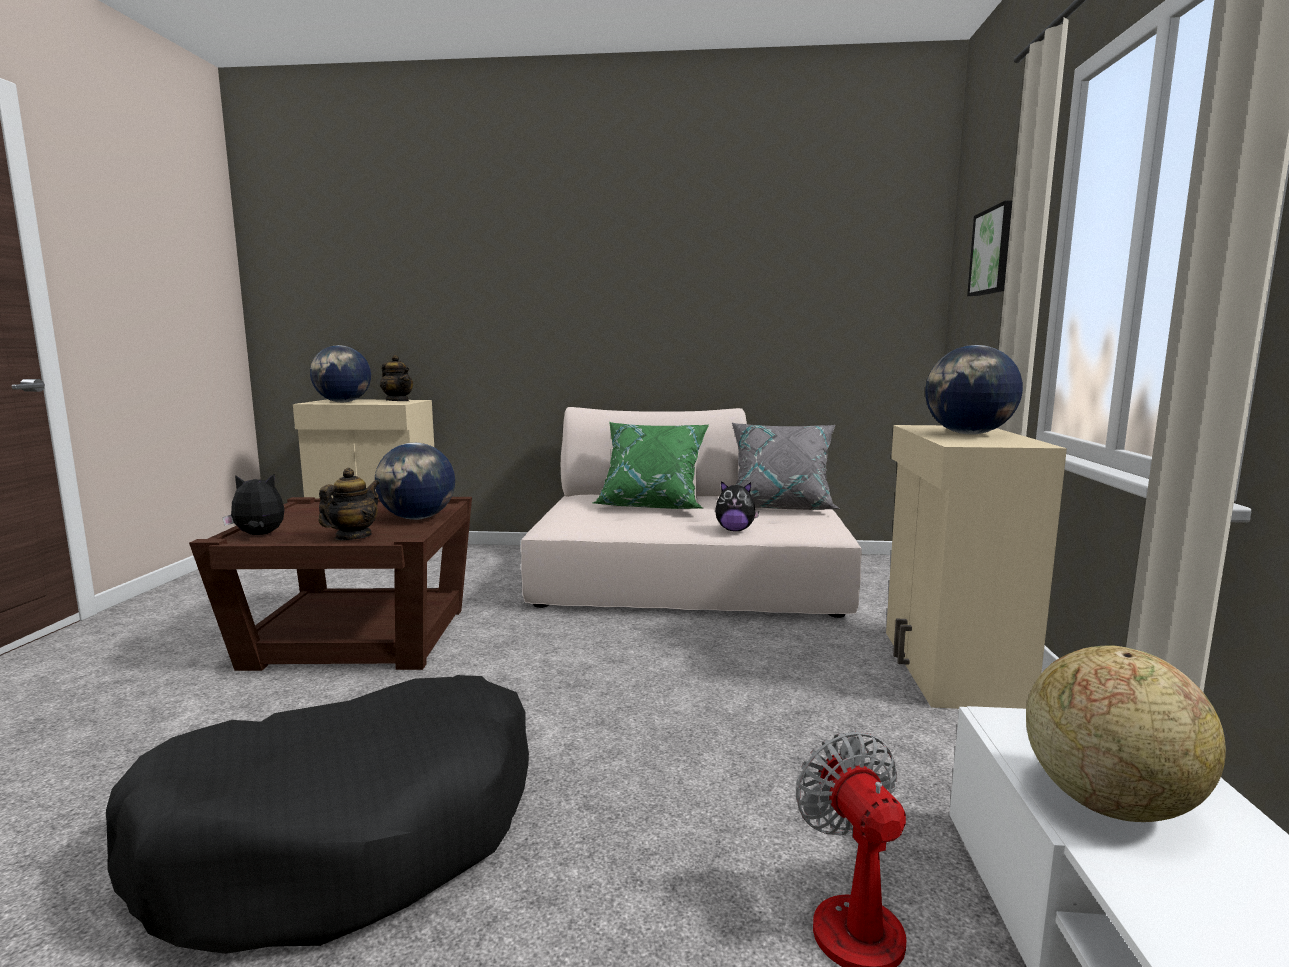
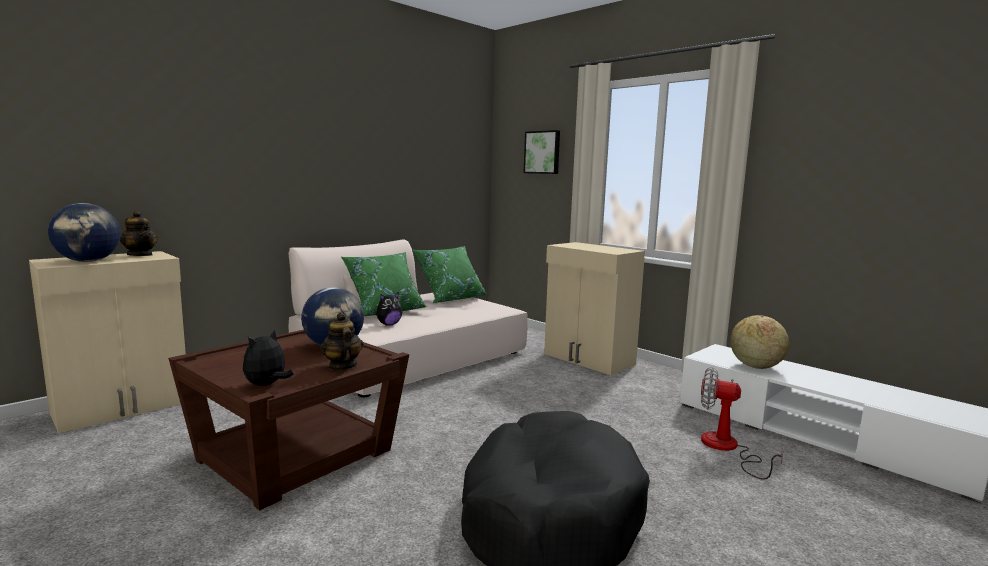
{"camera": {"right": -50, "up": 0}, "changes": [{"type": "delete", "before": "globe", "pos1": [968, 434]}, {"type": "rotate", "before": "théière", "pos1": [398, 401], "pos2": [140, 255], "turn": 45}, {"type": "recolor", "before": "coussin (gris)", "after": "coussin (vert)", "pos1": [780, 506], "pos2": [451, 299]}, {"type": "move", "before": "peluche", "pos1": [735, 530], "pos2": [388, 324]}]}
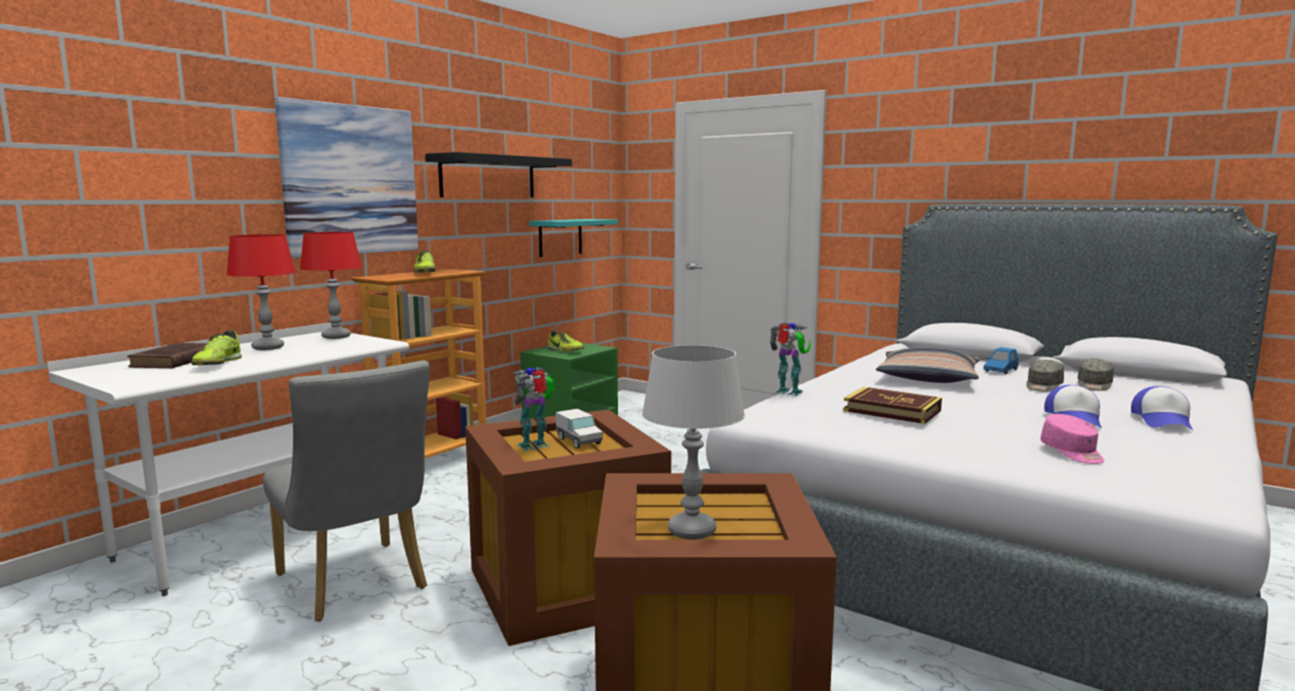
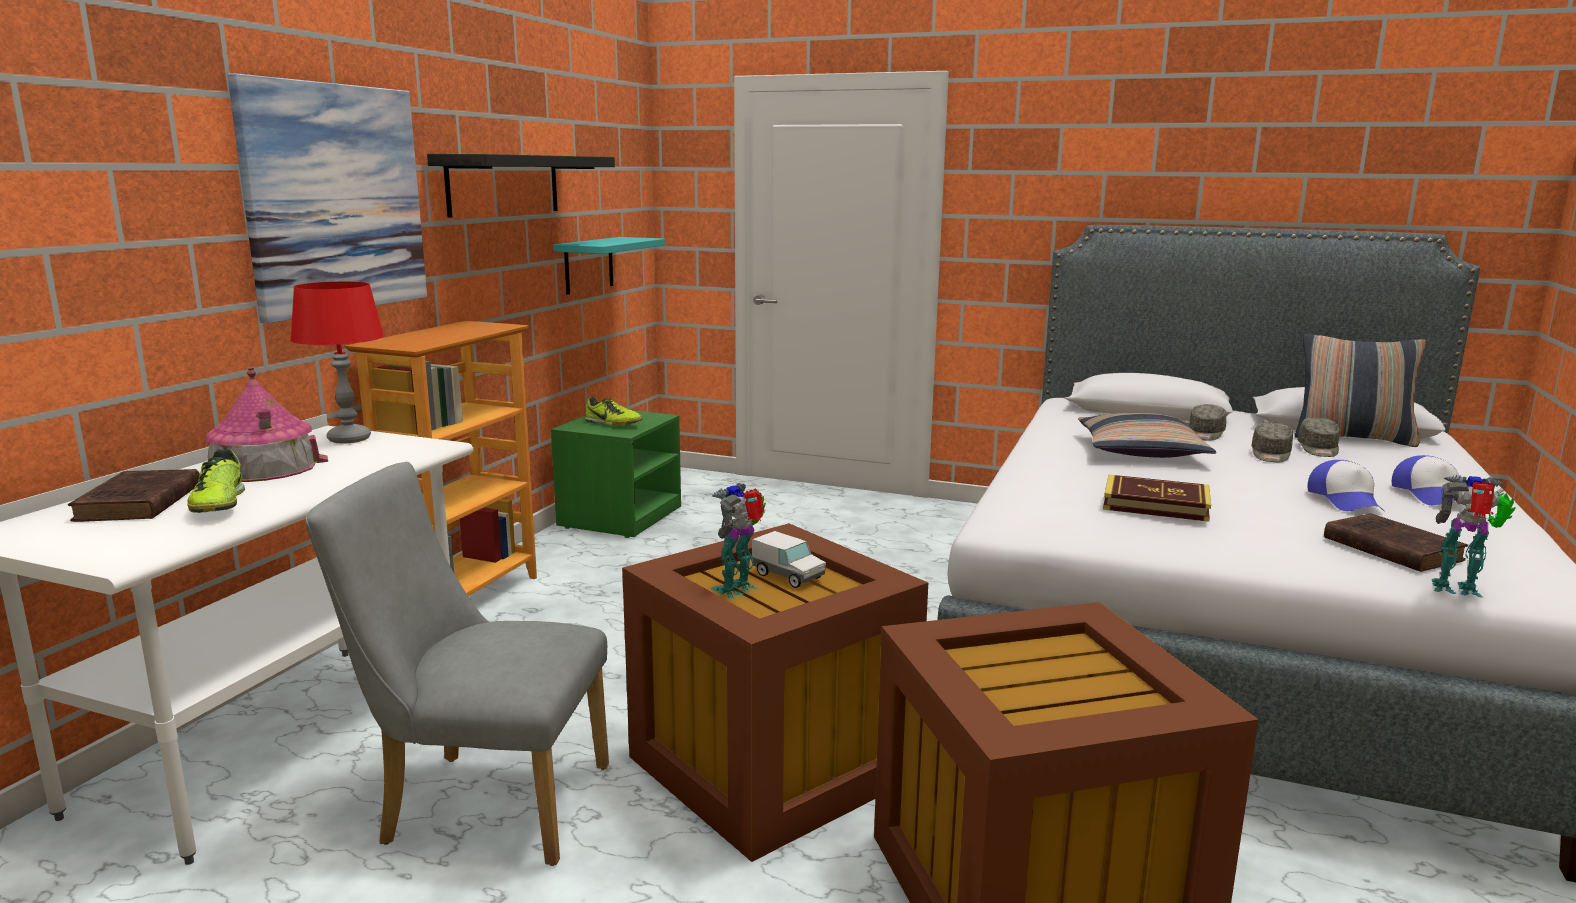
{"camera": {"right": -15, "up": 5}, "changes": [{"type": "replace", "before": "lampe de table (rouge)", "after": "maison miniature", "pos1": [268, 347], "pos2": [264, 466]}, {"type": "delete", "before": "chaussure", "pos1": [425, 273]}, {"type": "move", "before": "robot jouet", "pos1": [789, 393], "pos2": [1458, 590]}, {"type": "delete", "before": "lampe de table (gris)", "pos1": [691, 531]}, {"type": "replace", "before": "petite voiture (bleu)", "after": "casquette (gris)", "pos1": [1000, 370], "pos2": [1205, 434]}, {"type": "rotate", "before": "chaise (gris)", "pos1": [356, 585], "pos2": [482, 804], "turn": 150}, {"type": "replace", "before": "casquette (rose)", "after": "livre (marron)", "pos1": [1072, 453], "pos2": [1389, 548]}, {"type": "insert", "after": "coussin", "pos2": [1352, 438]}]}
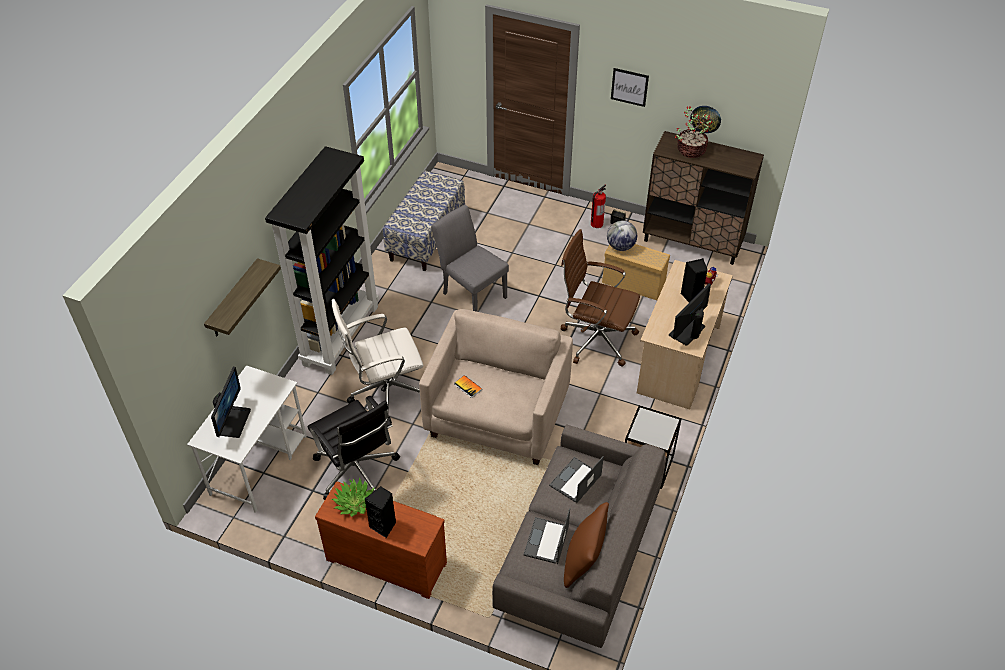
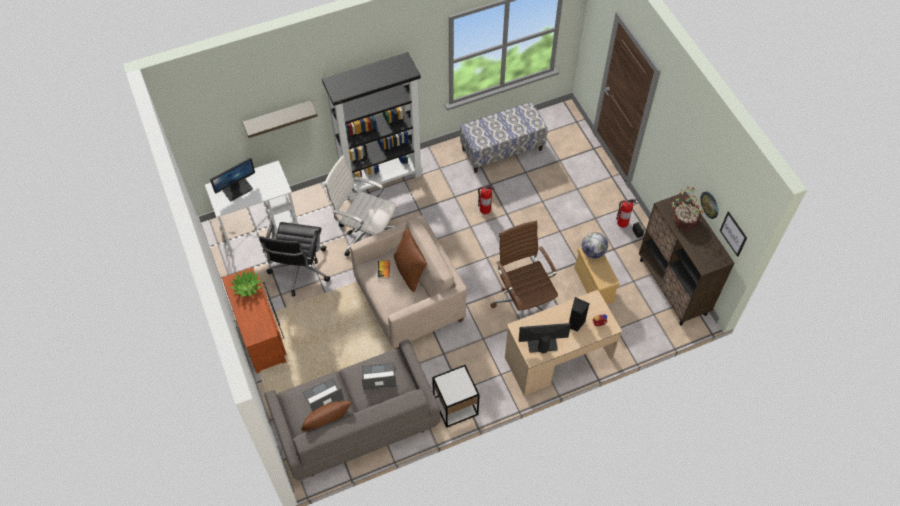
{"camera": {"right": 45, "up": 10}, "changes": [{"type": "move", "before": "tableau", "pos1": [629, 87], "pos2": [733, 234]}, {"type": "replace", "before": "chaise (gris)", "after": "extincteur", "pos1": [471, 293], "pos2": [485, 209]}, {"type": "delete", "before": "enceinte (noir)", "pos1": [384, 526]}, {"type": "insert", "after": "coussin (marron)", "pos2": [410, 271]}]}
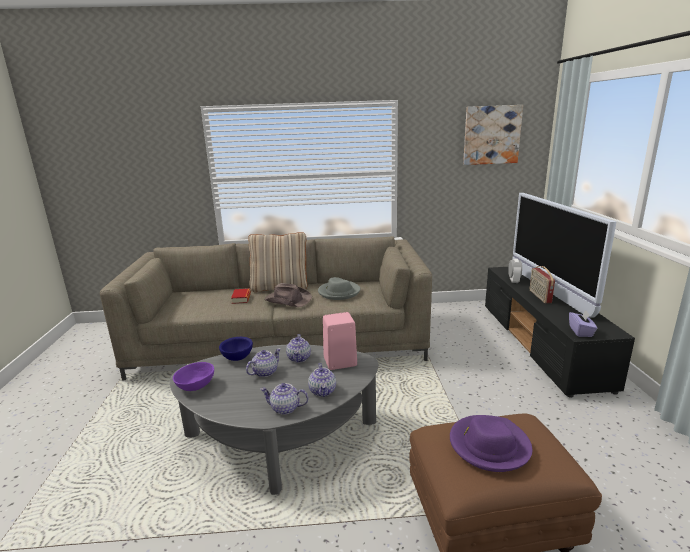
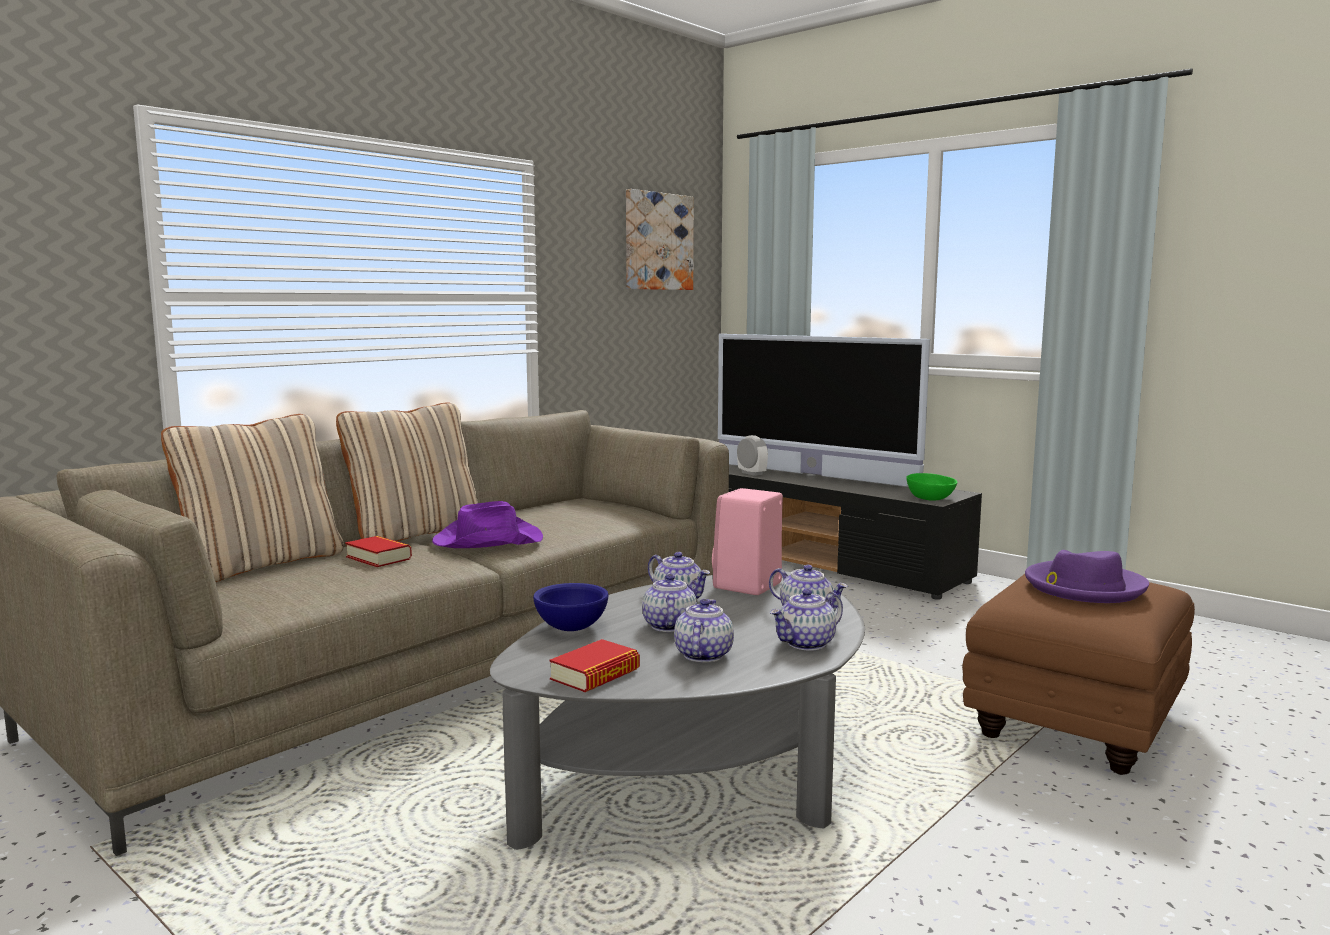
{"camera": {"right": -45, "up": -10}, "changes": [{"type": "delete", "before": "radio", "pos1": [539, 296]}, {"type": "delete", "before": "chapeau (gris)", "pos1": [339, 292]}, {"type": "recolor", "before": "chapeau (marron)", "after": "chapeau (violet)", "pos1": [288, 300], "pos2": [486, 540]}, {"type": "replace", "before": "boîte à mouchoirs (violet)", "after": "bol (vert)", "pos1": [581, 331], "pos2": [929, 498]}, {"type": "replace", "before": "bol (violet)", "after": "livre", "pos1": [196, 386], "pos2": [595, 674]}, {"type": "insert", "after": "coussin (beige)", "pos2": [262, 564]}, {"type": "insert", "after": "théière", "pos2": [702, 655]}]}
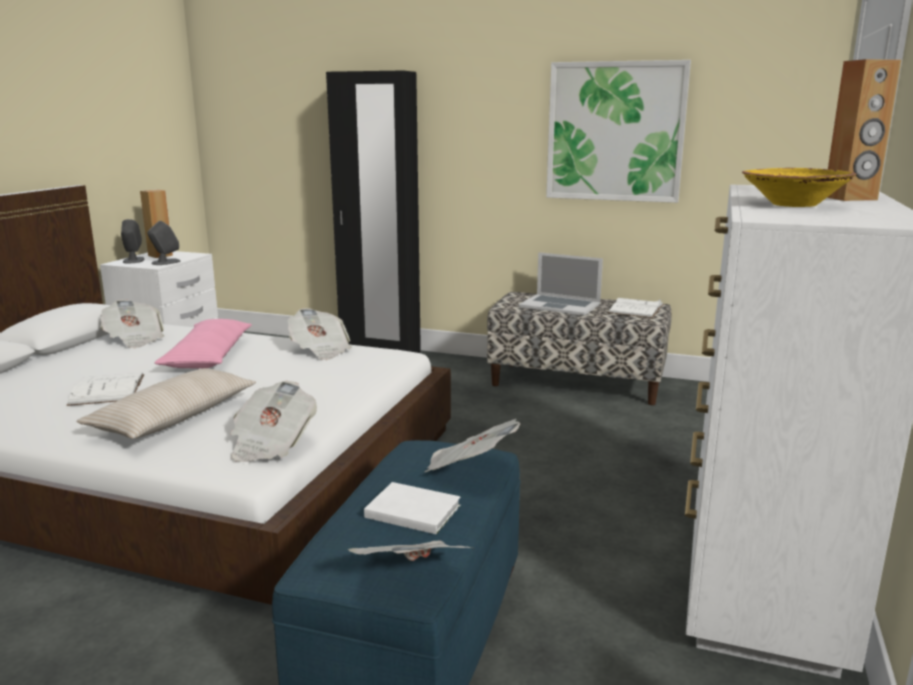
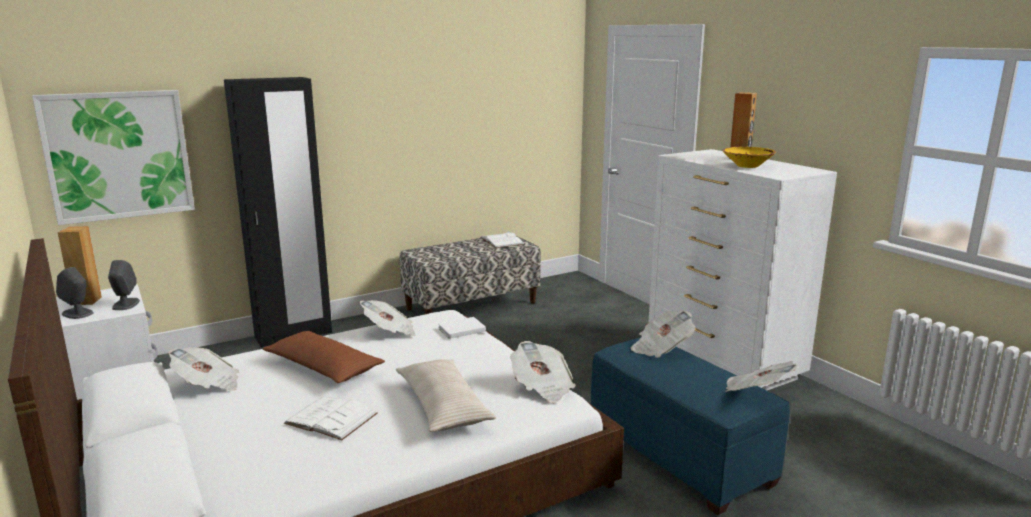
{"camera": {"right": -50, "up": 0}, "changes": [{"type": "move", "before": "tableau", "pos1": [615, 132], "pos2": [118, 155]}, {"type": "delete", "before": "ordinateur portable", "pos1": [560, 305]}, {"type": "recolor", "before": "coussin (rose)", "after": "coussin (marron)", "pos1": [208, 356], "pos2": [323, 368]}, {"type": "move", "before": "livre (blanc)", "pos1": [411, 510], "pos2": [460, 329]}]}
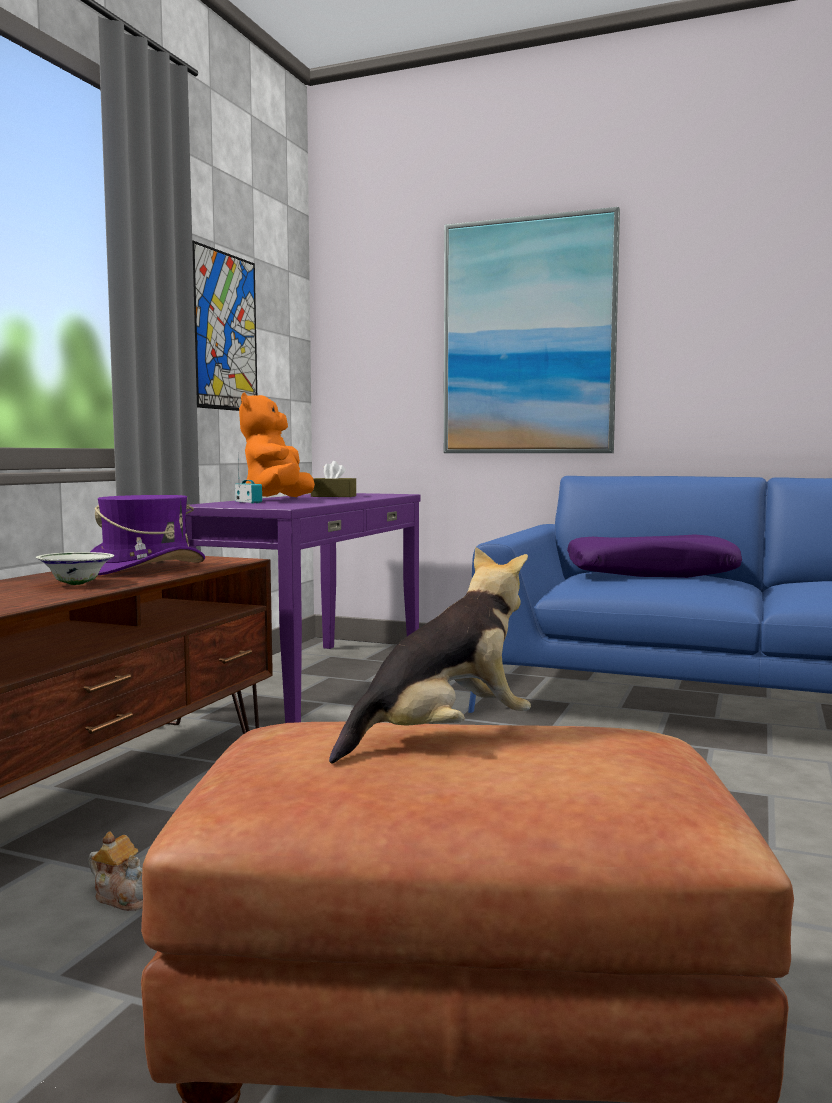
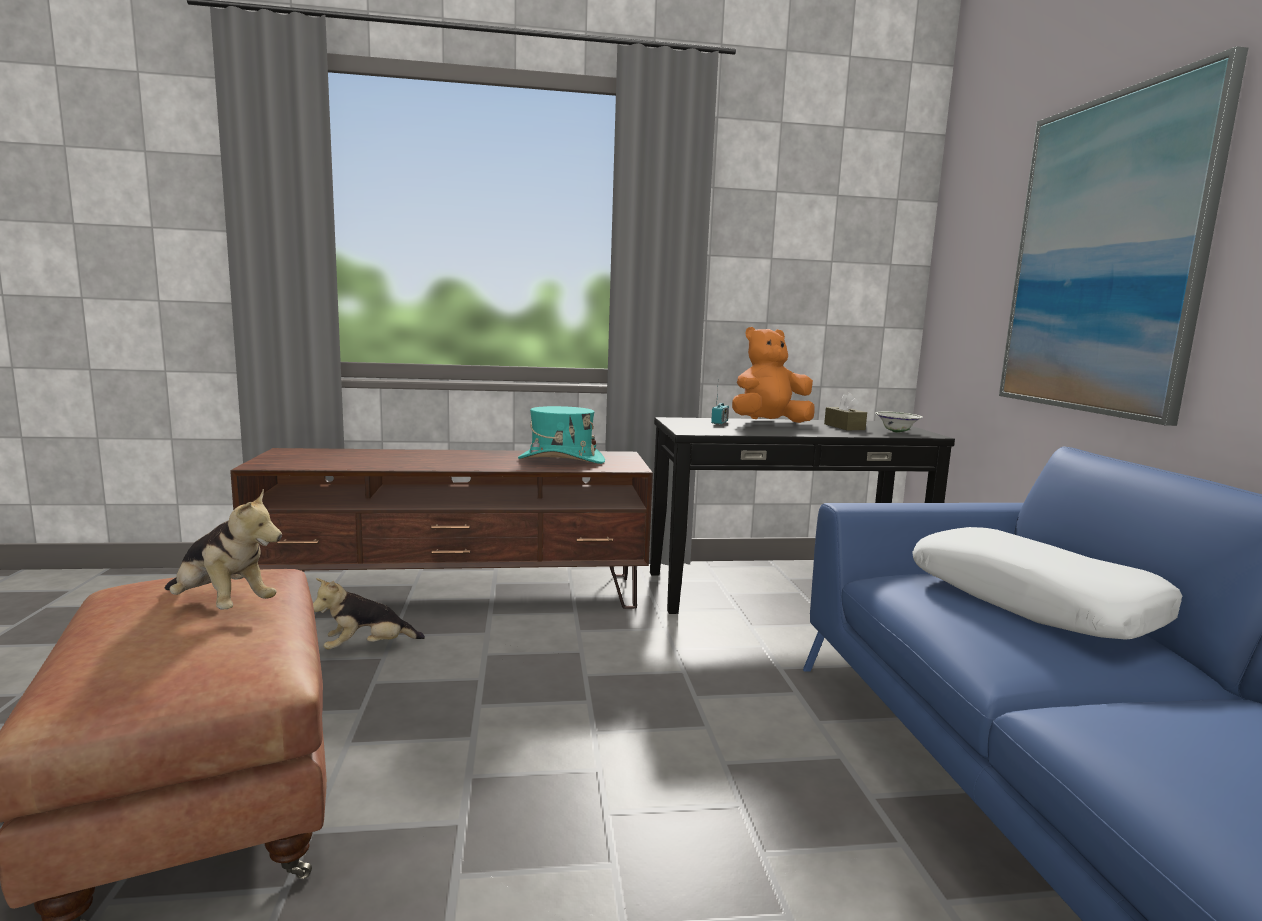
{"camera": {"right": 60, "up": 5}, "changes": [{"type": "delete", "before": "tableau", "pos1": [224, 332]}, {"type": "recolor", "before": "table console (violet)", "after": "table console (noir)", "pos1": [312, 679], "pos2": [783, 589]}, {"type": "recolor", "before": "chapeau (violet)", "after": "chapeau (turquoise)", "pos1": [146, 568], "pos2": [561, 460]}, {"type": "recolor", "before": "coussin (violet)", "after": "coussin (blanc)", "pos1": [651, 573], "pos2": [1033, 601]}, {"type": "move", "before": "bol (blanc)", "pos1": [76, 584], "pos2": [896, 432]}, {"type": "replace", "before": "théière", "after": "peluche", "pos1": [124, 897], "pos2": [367, 648]}]}
